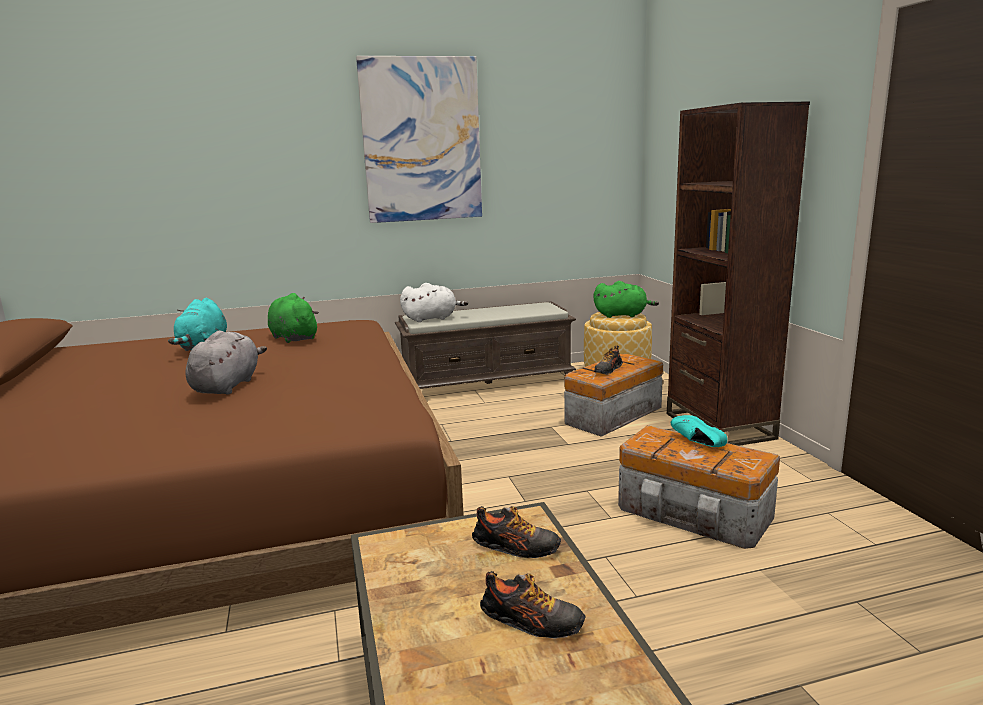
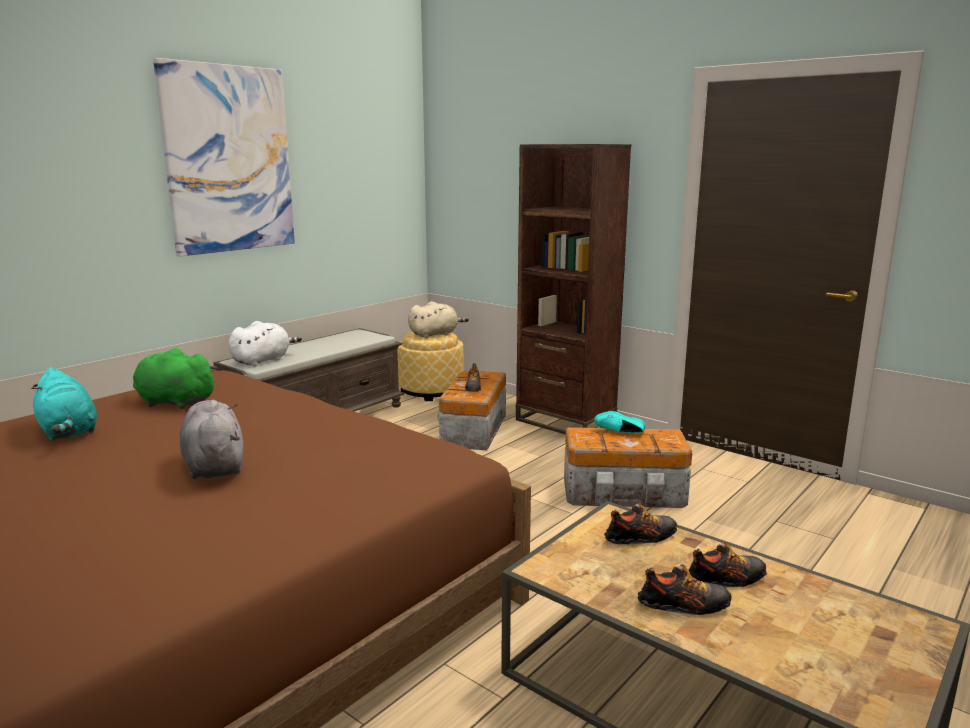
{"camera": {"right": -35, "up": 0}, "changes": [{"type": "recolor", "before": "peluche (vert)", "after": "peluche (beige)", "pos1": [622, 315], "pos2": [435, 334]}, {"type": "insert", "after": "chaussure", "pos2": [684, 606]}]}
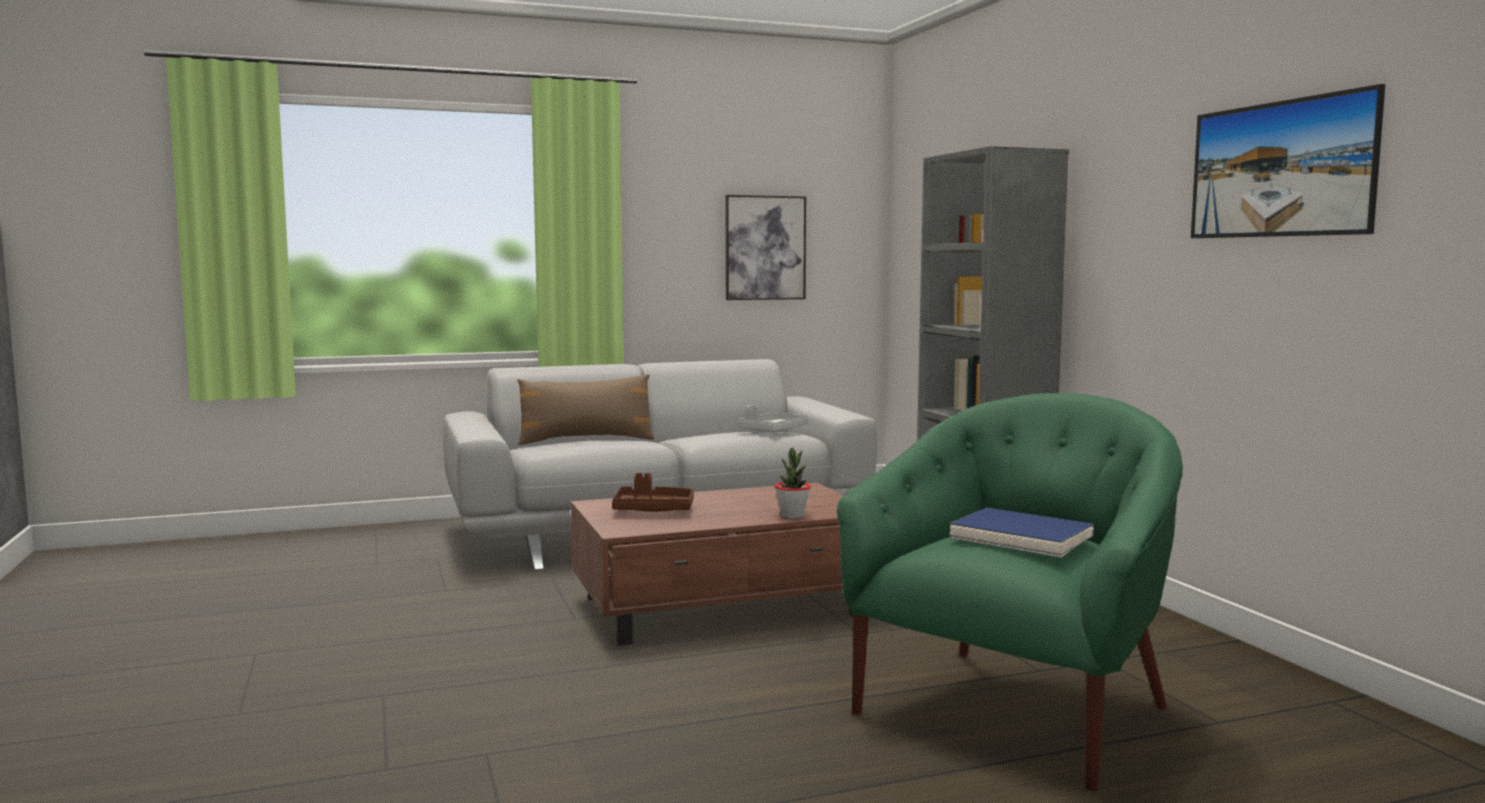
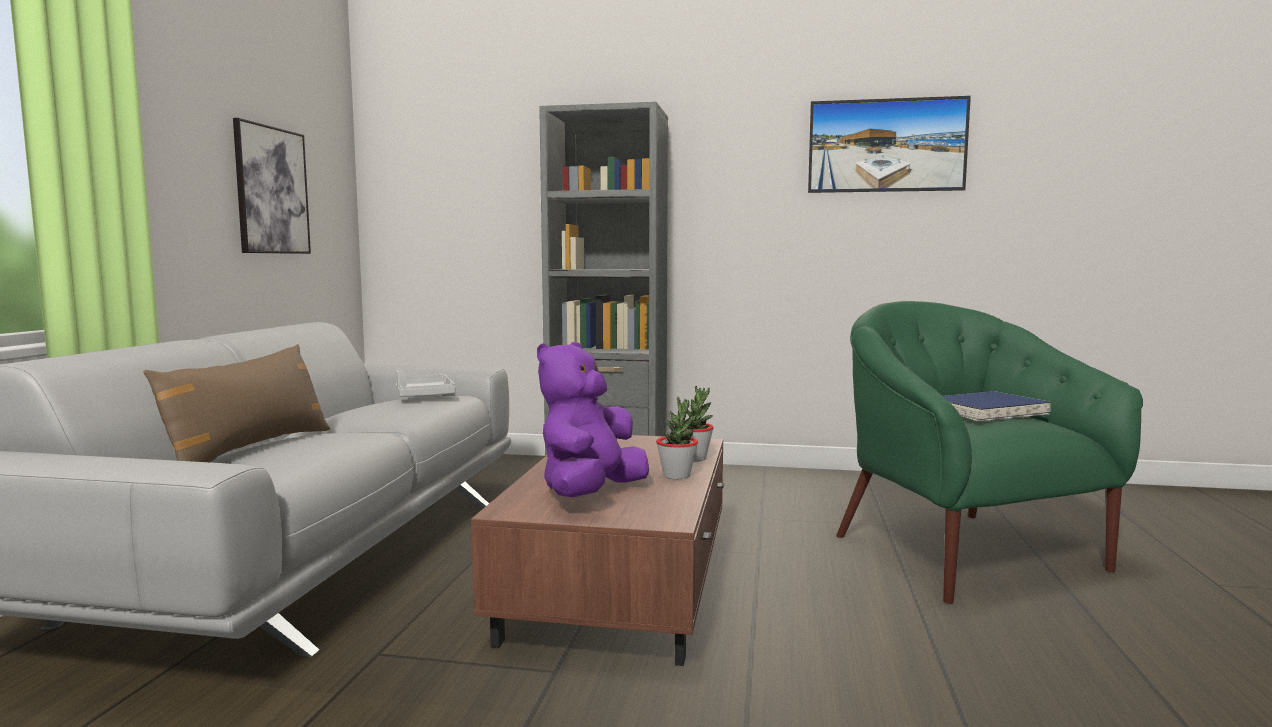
{"camera": {"right": -60, "up": 0}, "changes": [{"type": "replace", "before": "plateau (marron)", "after": "peluche (violet)", "pos1": [653, 510], "pos2": [590, 494]}, {"type": "insert", "after": "plante en pot", "pos2": [677, 476]}]}
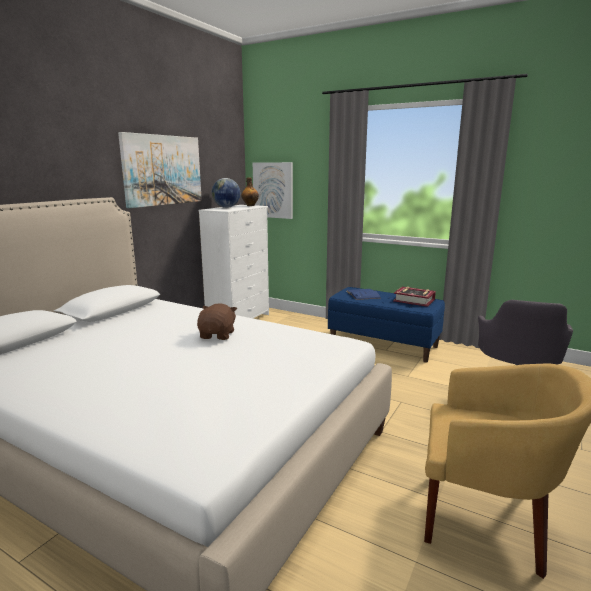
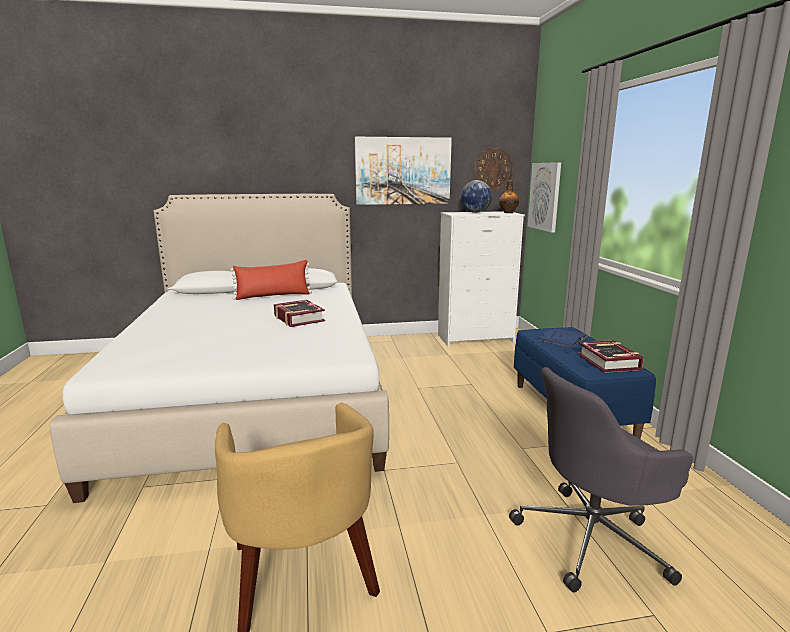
{"camera": {"right": 50, "up": 0}, "changes": [{"type": "replace", "before": "peluche (marron)", "after": "livre", "pos1": [217, 335], "pos2": [298, 318]}, {"type": "insert", "after": "horloge murale", "pos2": [492, 169]}, {"type": "insert", "after": "coussin (rouge)", "pos2": [273, 296]}]}
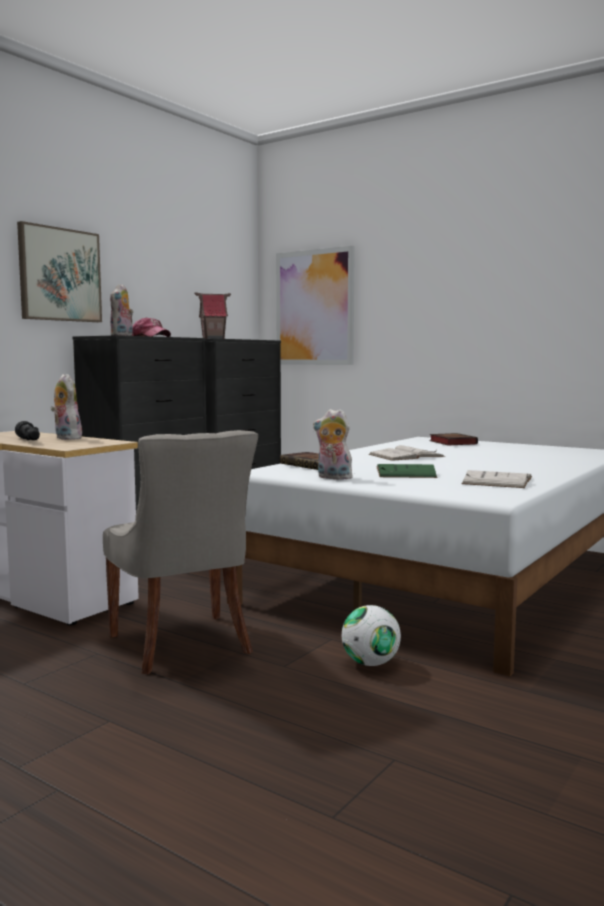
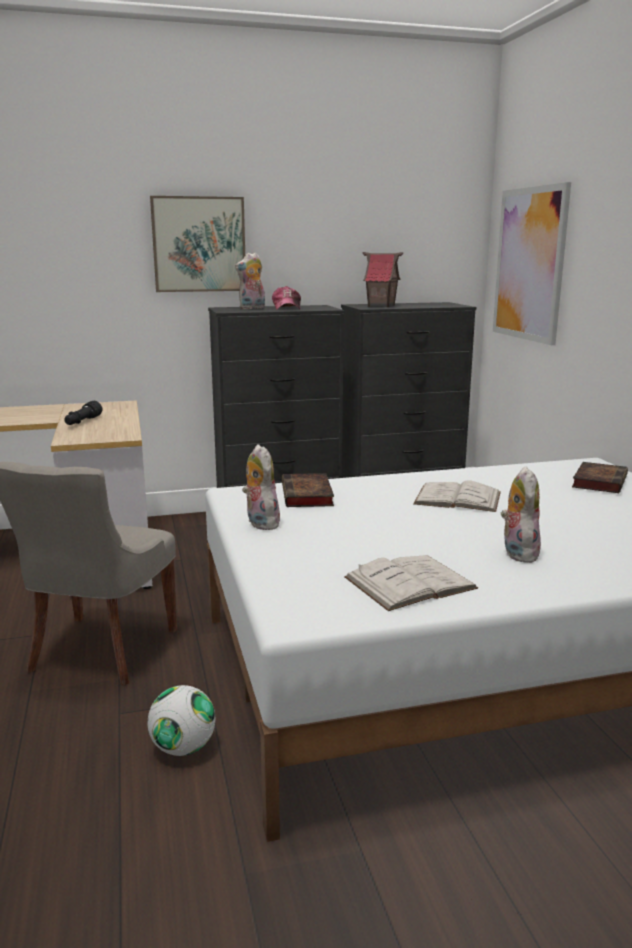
{"camera": {"right": 40, "up": 10}, "changes": [{"type": "move", "before": "peluche", "pos1": [66, 438], "pos2": [517, 553]}, {"type": "delete", "before": "livre (vert)", "pos1": [405, 472]}]}
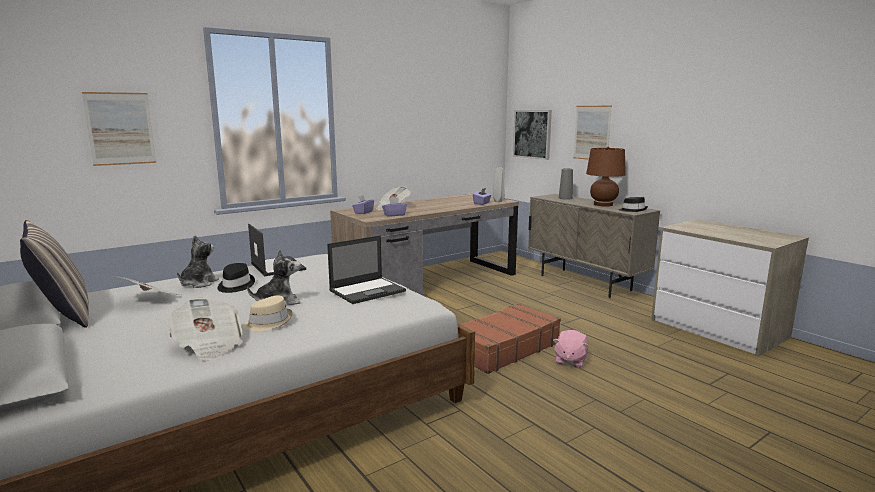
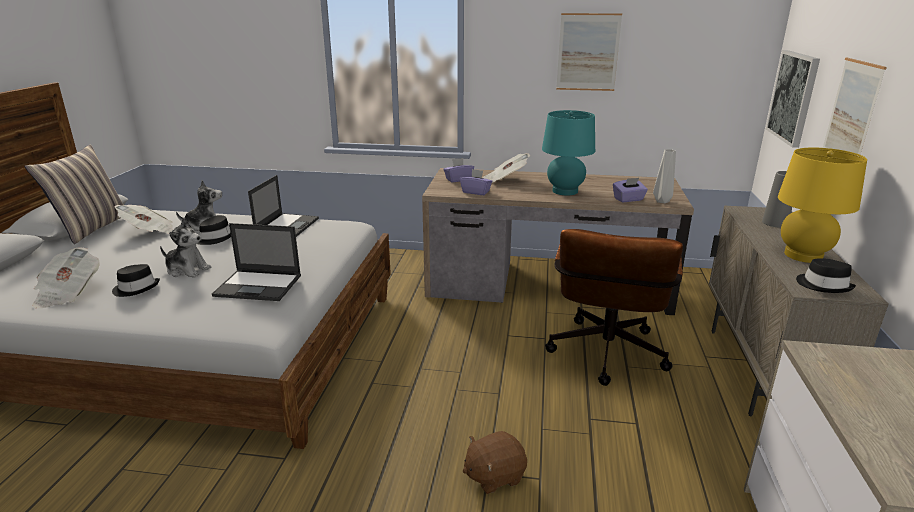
{"camera": {"right": 45, "up": 10}, "changes": [{"type": "move", "before": "tableau", "pos1": [120, 128], "pos2": [588, 52]}, {"type": "recolor", "before": "lampe de table (marron)", "after": "lampe de table (jaune)", "pos1": [603, 204], "pos2": [803, 255]}, {"type": "recolor", "before": "chapeau (beige)", "after": "chapeau (noir)", "pos1": [268, 322], "pos2": [136, 288]}, {"type": "delete", "before": "valise (marron)", "pos1": [503, 348]}, {"type": "recolor", "before": "peluche (rose)", "after": "peluche (marron)", "pos1": [570, 360], "pos2": [494, 476]}, {"type": "insert", "after": "lampe de table (turquoise)", "pos2": [565, 191]}, {"type": "insert", "after": "chaise de bureau (marron)", "pos2": [605, 357]}]}
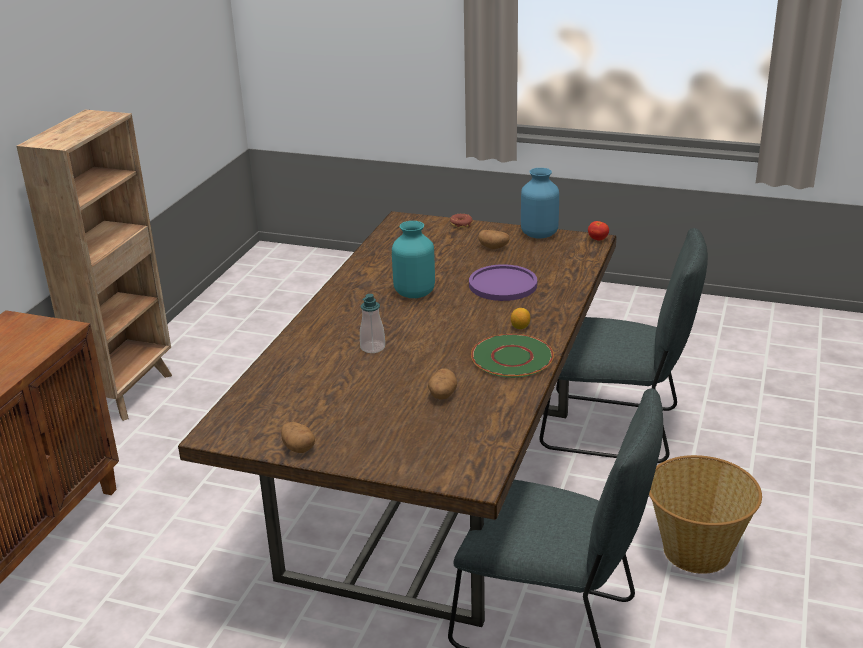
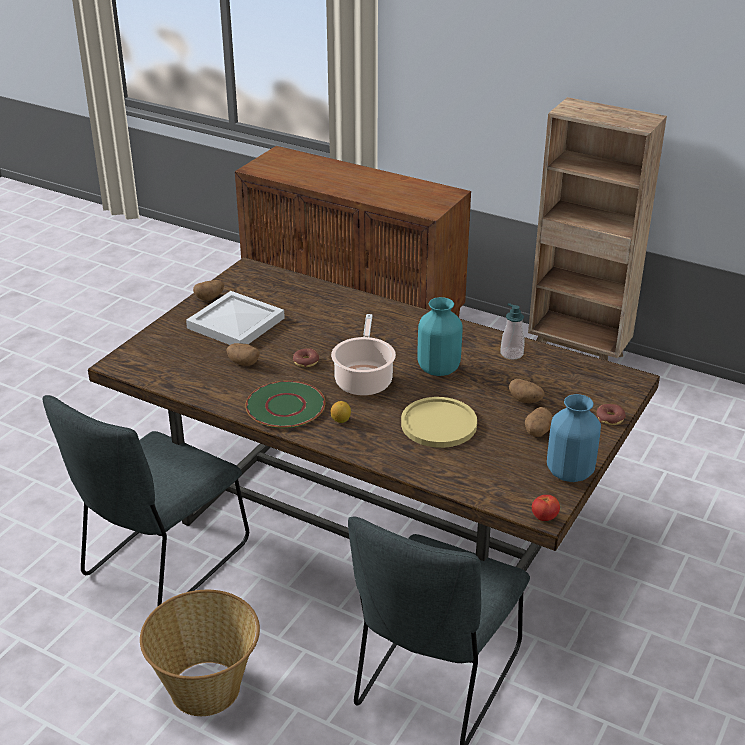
{"camera": {"right": 100, "up": 5}, "changes": [{"type": "recolor", "before": "assiette (violet)", "after": "assiette (jaune)", "pos1": [503, 284], "pos2": [438, 424]}, {"type": "move", "before": "distributeur de savon", "pos1": [372, 347], "pos2": [511, 354]}, {"type": "insert", "after": "plateau (blanc)", "pos2": [234, 323]}, {"type": "insert", "after": "marmite", "pos2": [364, 379]}, {"type": "insert", "after": "beignet", "pos2": [306, 362]}, {"type": "insert", "after": "pomme de terre", "pos2": [525, 400]}]}
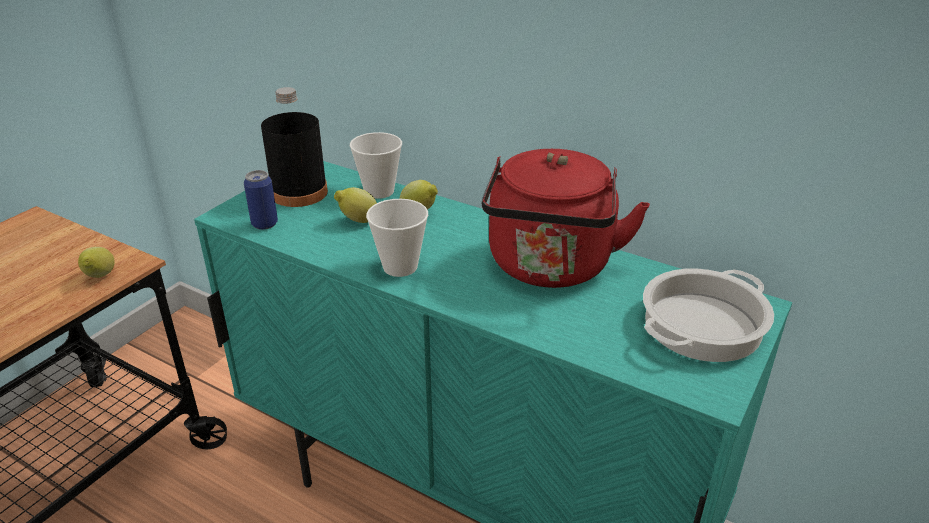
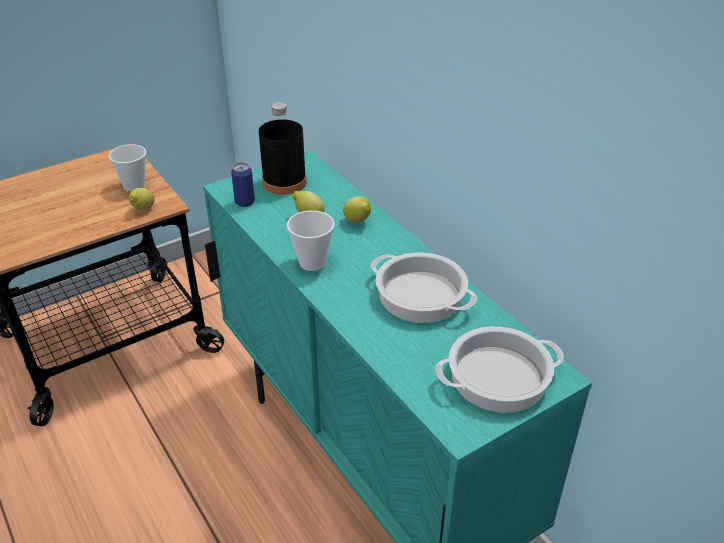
{"camera": {"right": 25, "up": 5}, "changes": [{"type": "move", "before": "tasse", "pos1": [379, 191], "pos2": [134, 185]}, {"type": "replace", "before": "bouilloire (rouge)", "after": "marmite", "pos1": [550, 268], "pos2": [419, 295]}]}
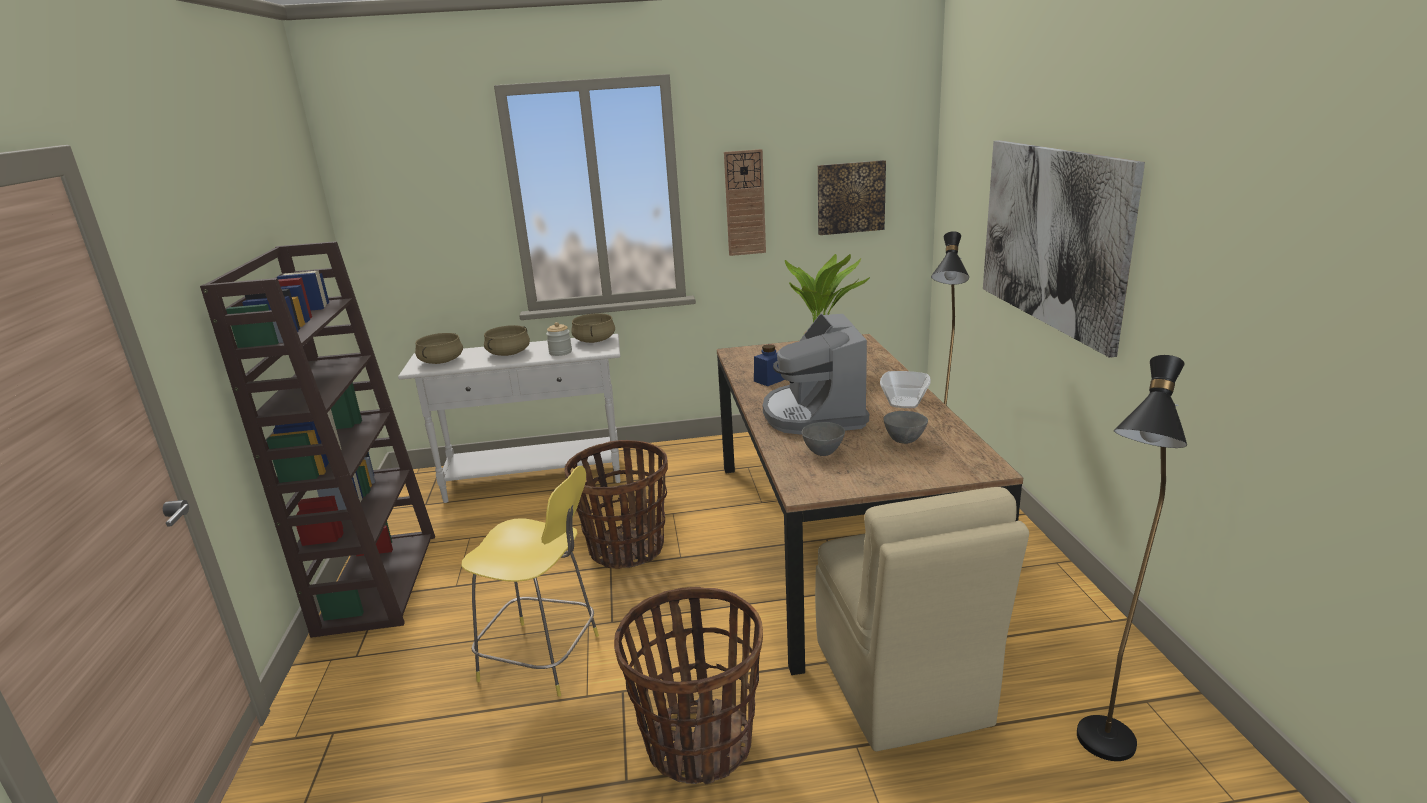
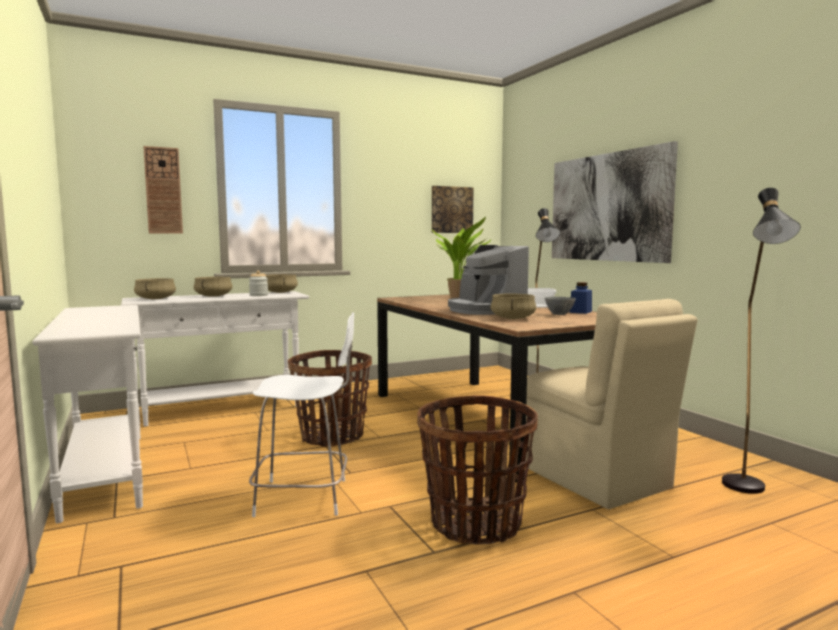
{"camera": {"right": -20, "up": -15}, "changes": [{"type": "move", "before": "horloge murale", "pos1": [745, 203], "pos2": [163, 190]}, {"type": "replace", "before": "bibliothèque (marron)", "after": "table console (blanc)", "pos1": [377, 581], "pos2": [106, 473]}, {"type": "move", "before": "bocal (bleu)", "pos1": [769, 380], "pos2": [580, 312]}, {"type": "replace", "before": "bol (gris)", "after": "marmite (beige)", "pos1": [823, 453], "pos2": [513, 318]}, {"type": "recolor", "before": "tabouret (jaune)", "after": "tabouret (blanc)", "pos1": [544, 658], "pos2": [306, 497]}]}
